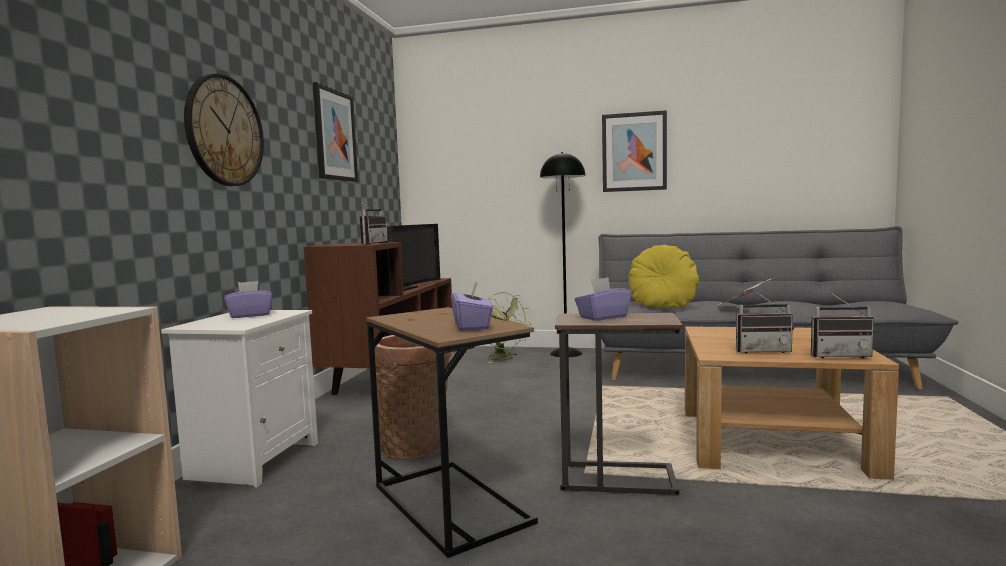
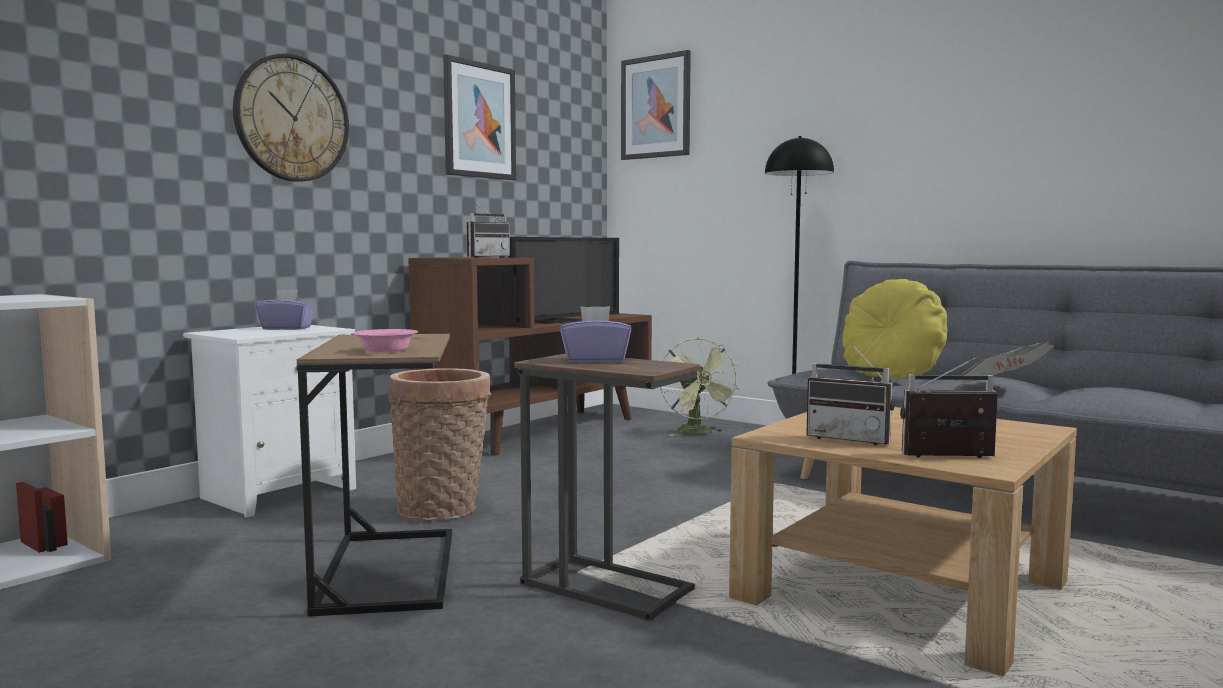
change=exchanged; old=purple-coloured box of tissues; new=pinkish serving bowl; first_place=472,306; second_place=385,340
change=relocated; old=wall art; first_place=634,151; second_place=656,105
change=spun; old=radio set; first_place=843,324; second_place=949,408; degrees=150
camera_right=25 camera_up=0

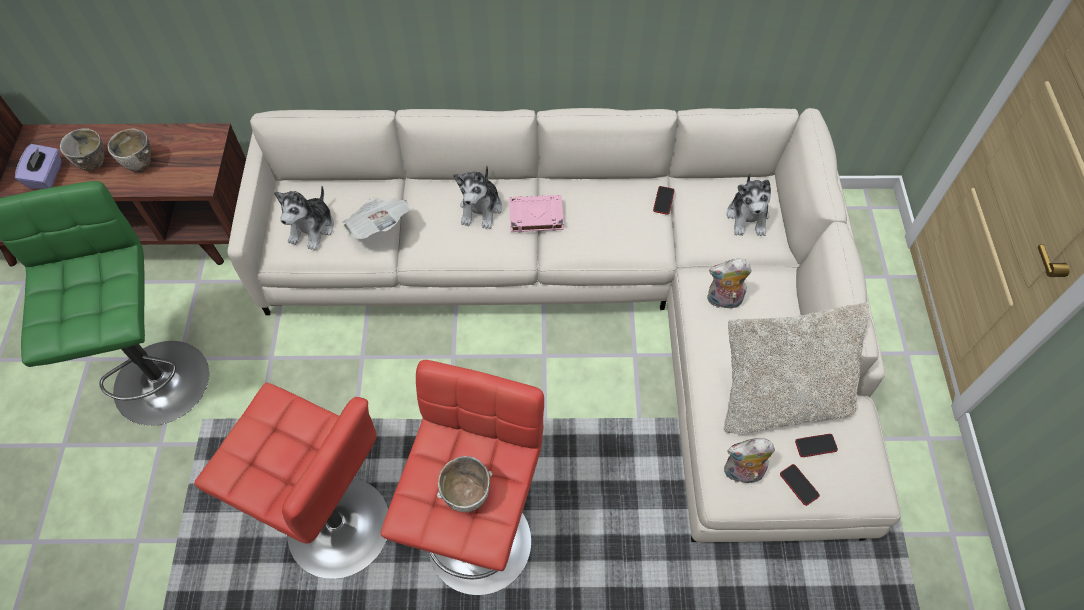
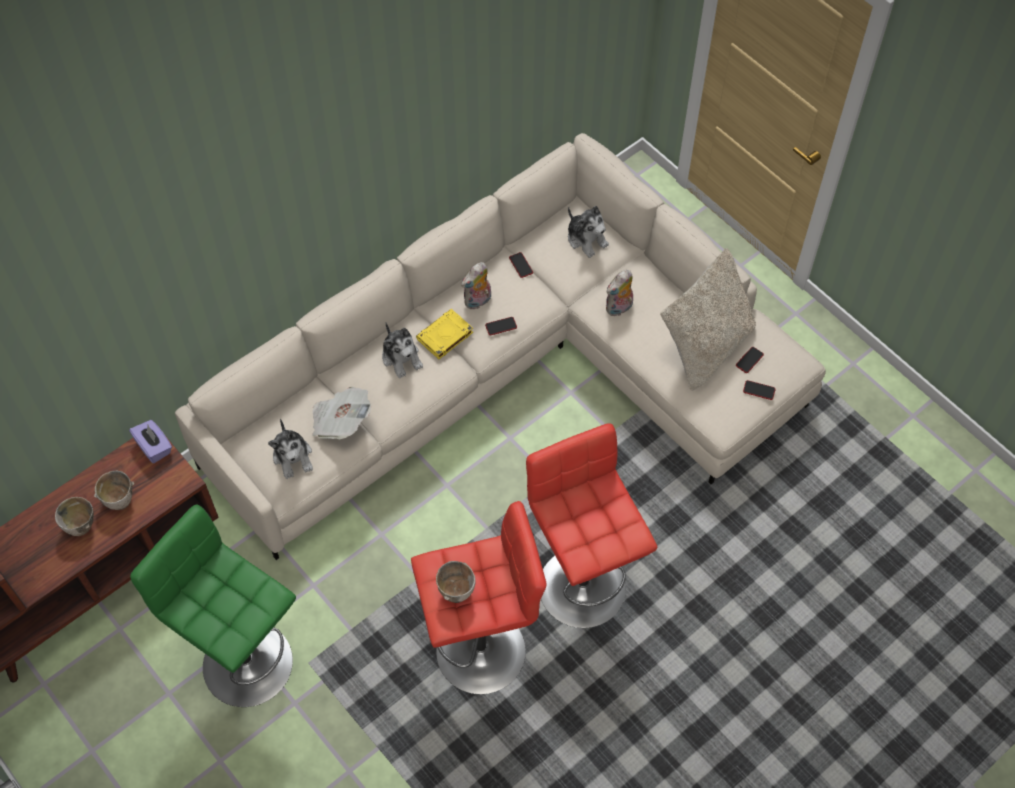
change=relocated; old=purple-coloured box of tissues; first_place=38,166; second_place=150,441
change=colour; old=pinkish book; new=yellow-coloured book; first_place=536,213; second_place=444,334
change=relocated; old=serving bowl; first_place=464,484; second_place=456,582
change=relocated; old=cuddly toy; first_place=749,460; second_place=476,285
change=appeared; new=handset; second_place=501,326
camera_right=-40 camera_up=0

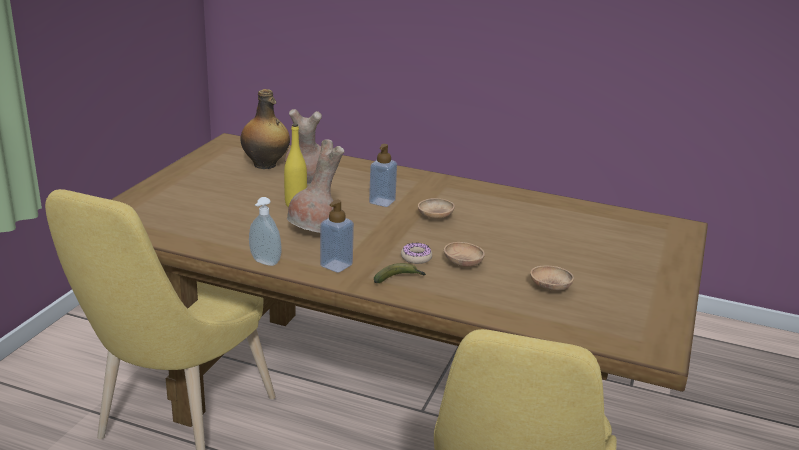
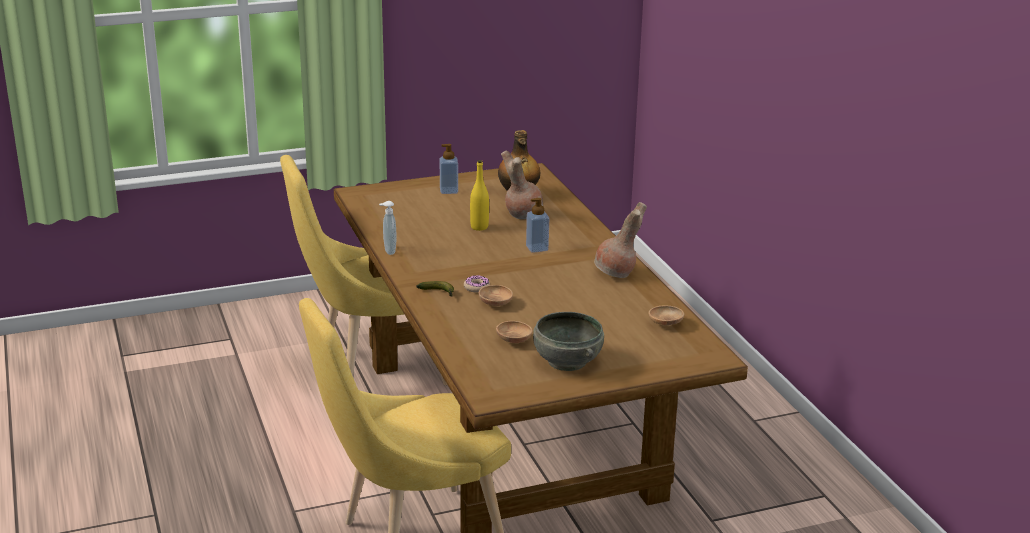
change=relocated; old=soap dispenser; first_place=337,236; second_place=449,169
change=appeared; new=gray serving bowl; second_place=568,341
change=relocated; old=brown decorative vase; first_place=315,186; second_place=620,240
change=relocated; old=brown serving bowl; first_place=436,209; second_place=666,316
camera_right=50 camera_up=0

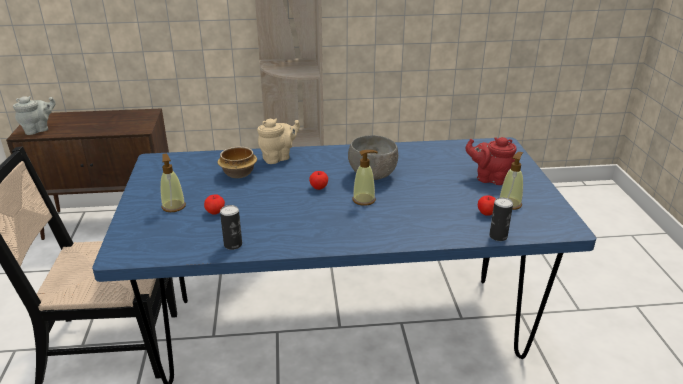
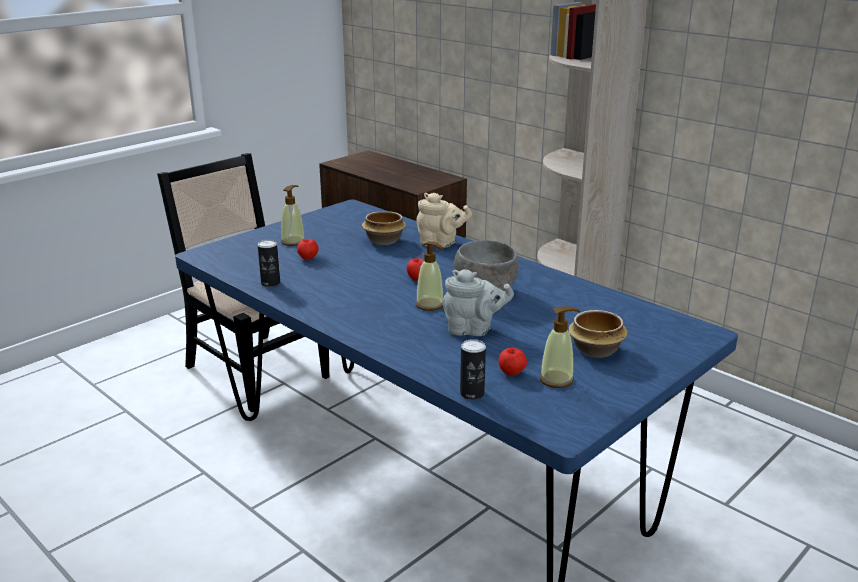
change=relocated; old=gray tea pot; first_place=34,115; second_place=478,302
change=exchanged; old=reddish tea pot; new=serving bowl; first_place=491,161; second_place=598,334
camera_right=50 camera_up=-5

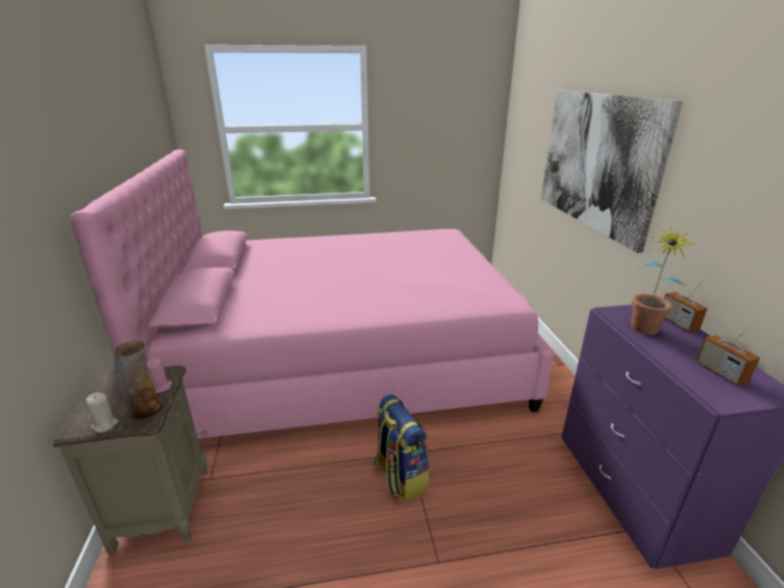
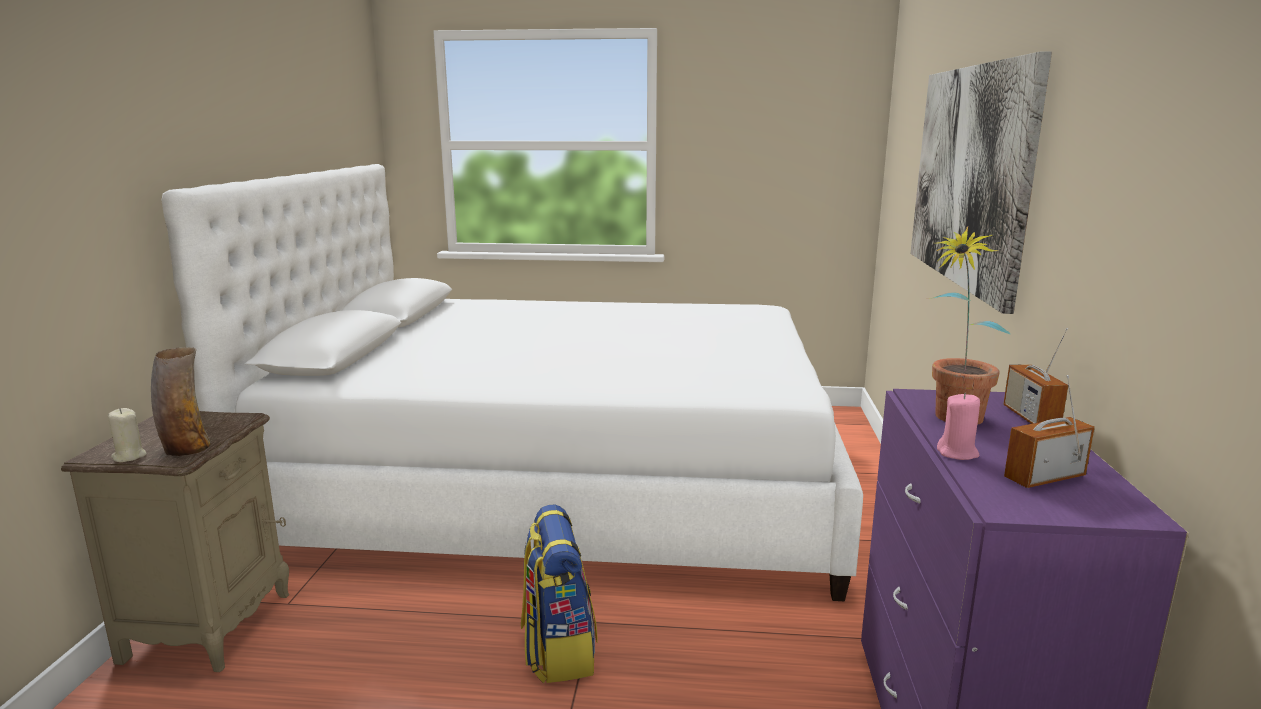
change=colour; old=pinkish sleeping bed; new=white sleeping bed; first_place=312,294; second_place=512,382
change=relocated; old=pinkish wax light; first_place=159,375; second_place=958,426
change=spun; old=radio set; first_place=728,352; second_place=1049,431; degrees=75
camera_right=15 camera_up=-10

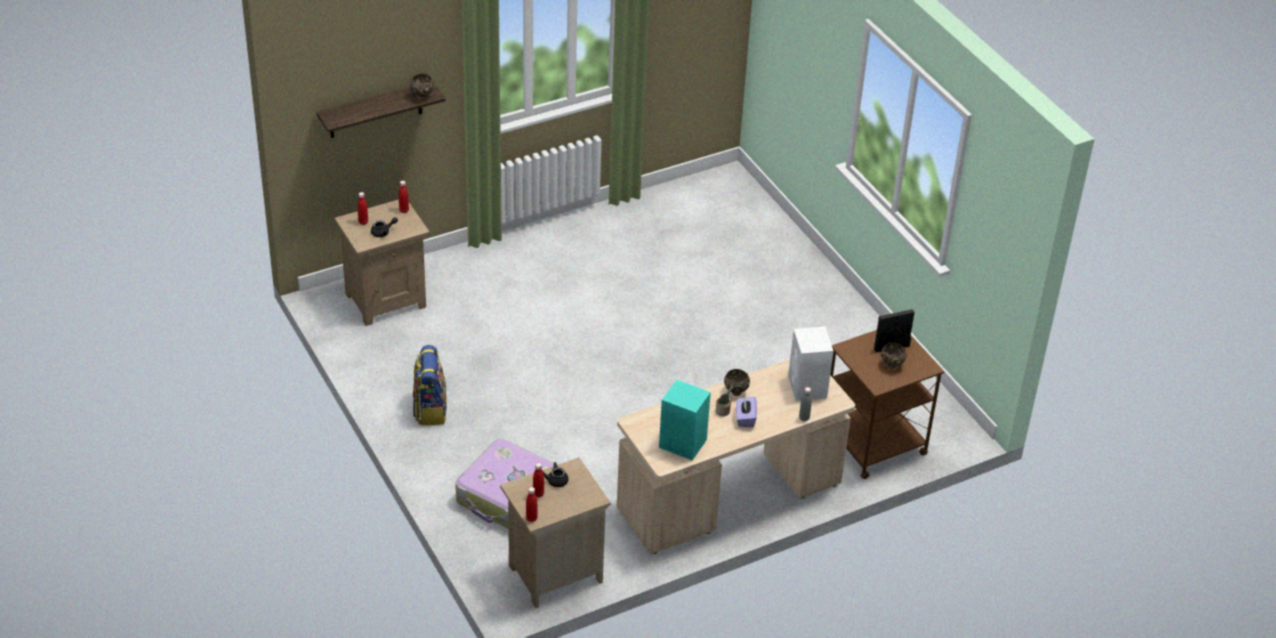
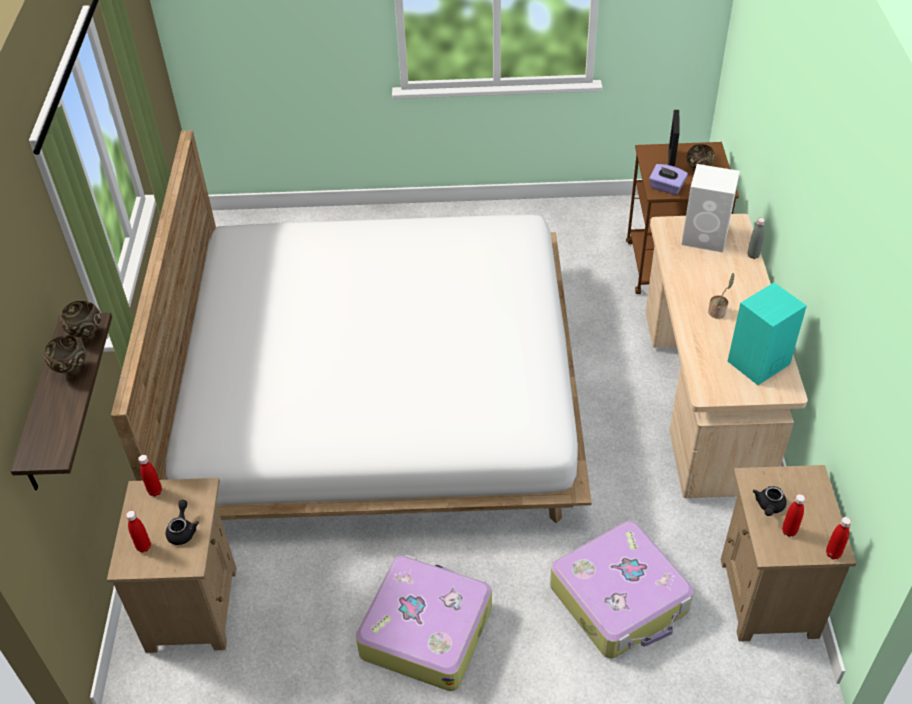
change=relocated; old=brown serving bowl; first_place=737,382; second_place=65,355
change=appeared; new=white sleeping bed; second_place=351,326
change=exchanged; old=backpack; new=piece of luggage; first_place=430,385; second_place=424,623
change=relocated; old=purple-coloured box of tissues; first_place=746,411; second_place=668,179
camera_right=-60 camera_up=5

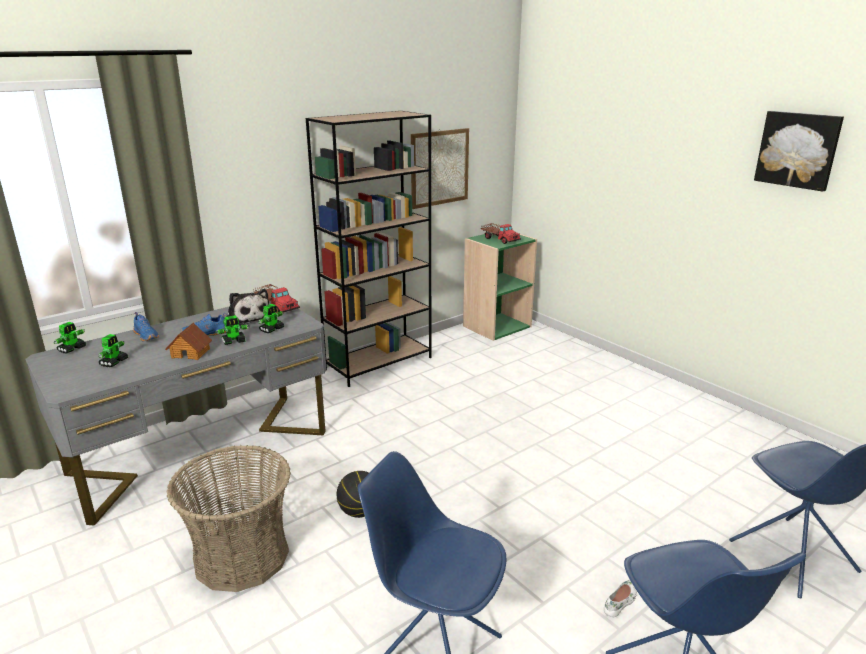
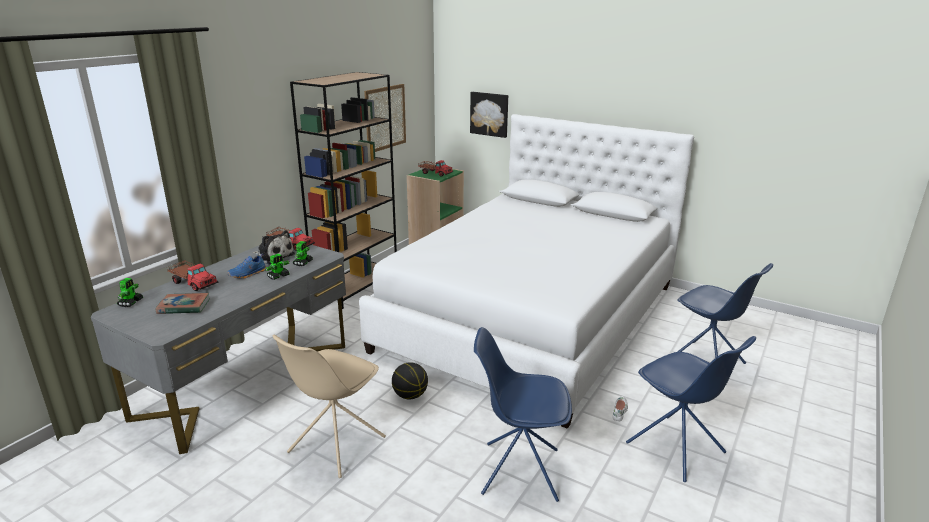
change=exchanged; old=robot figure; new=book; first_place=113,350; second_place=183,303
change=exchanged; old=blue-coloured low shoe; new=model truck; first_place=146,327; second_place=193,275
change=exchanged; old=household basket; new=sand-coloured upright chair; first_place=228,518; second_place=329,406
change=appeared; new=white sleeping bed; second_place=526,271
change=relocated; old=wall art; first_place=799,151; second_place=489,115
change=missing; old=model house; first_place=188,341
camera_right=-20 camera_up=0

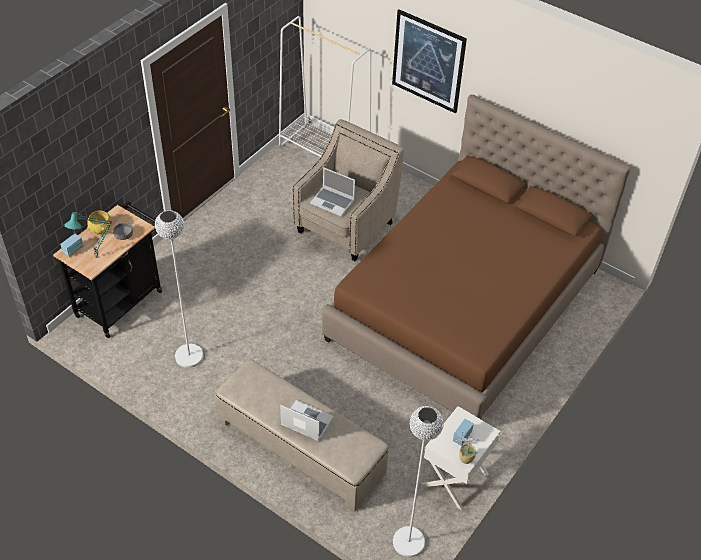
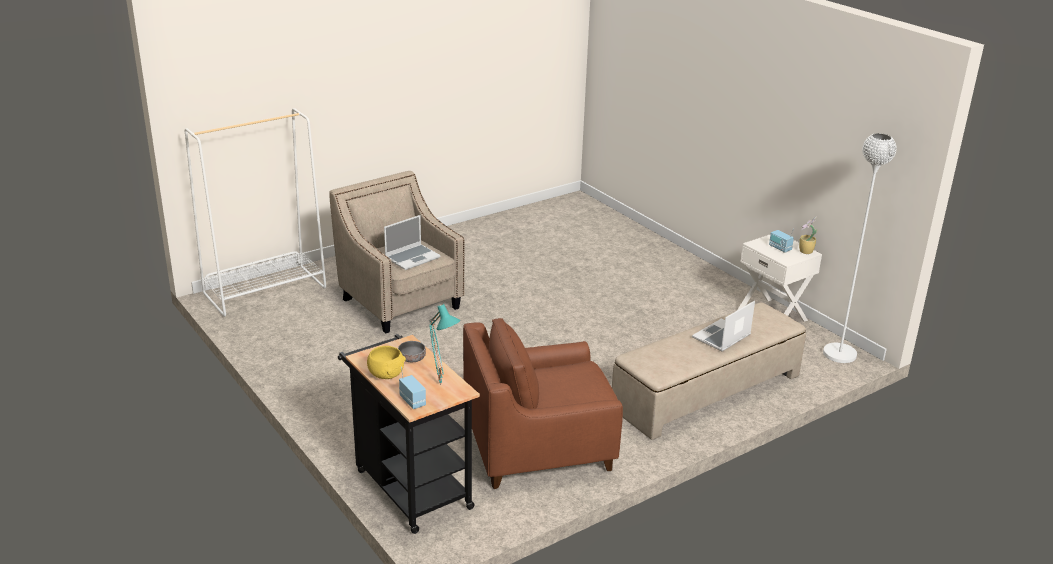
change=exchanged; old=white standing lamp; new=brown lounge chair; first_place=179,289; second_place=543,403
change=missing; old=brown sleeping bed; first_place=476,257
change=missing; old=wall art; first_place=429,61
camera_right=-70 camera_up=-20

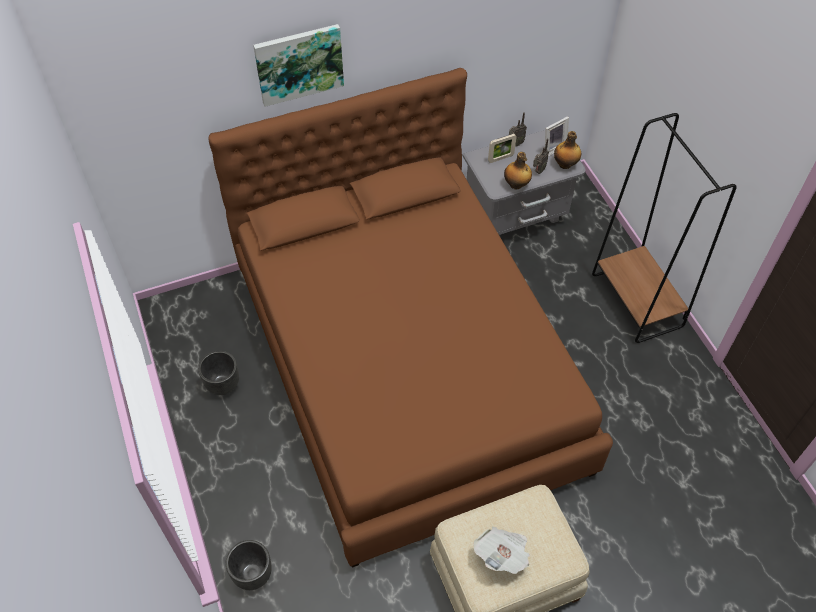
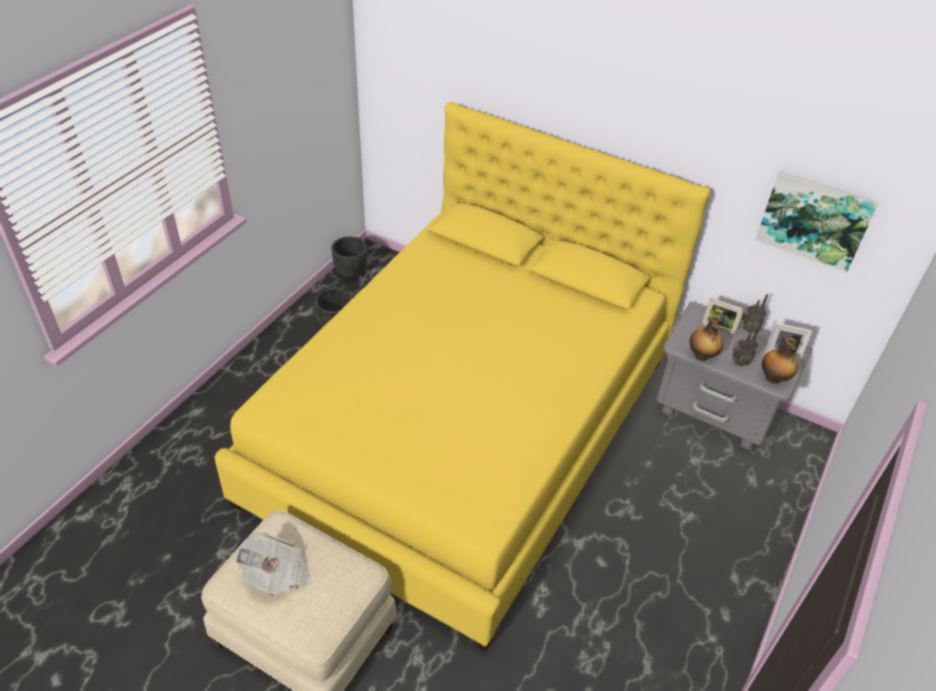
change=colour; old=brown sleeping bed; new=yellow-coloured sleeping bed; first_place=410,317; second_place=462,376
change=relocated; old=black-coloured flower pot; first_place=249,565; second_place=349,257
change=relocated; old=wall art; first_place=298,65; second_place=817,221
change=missing; old=garment stand; first_place=664,228
camera_right=50 camera_up=-10

